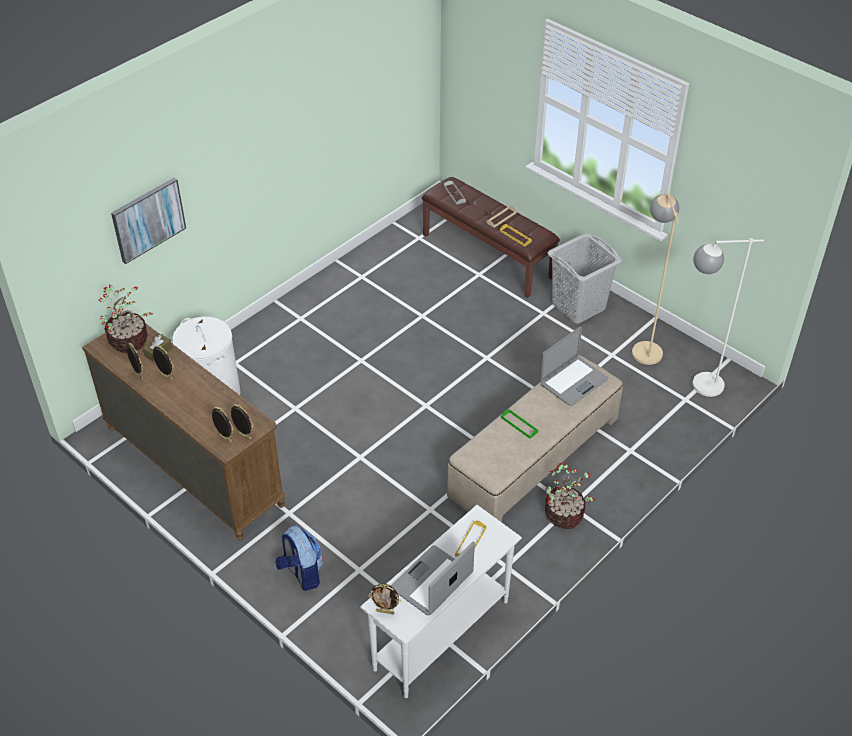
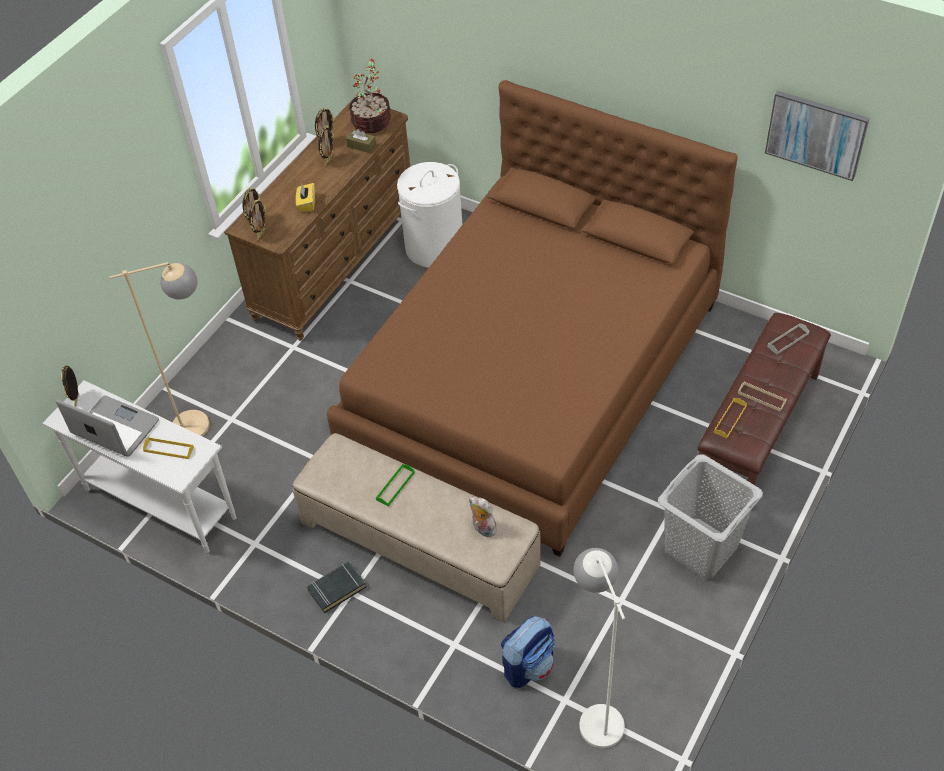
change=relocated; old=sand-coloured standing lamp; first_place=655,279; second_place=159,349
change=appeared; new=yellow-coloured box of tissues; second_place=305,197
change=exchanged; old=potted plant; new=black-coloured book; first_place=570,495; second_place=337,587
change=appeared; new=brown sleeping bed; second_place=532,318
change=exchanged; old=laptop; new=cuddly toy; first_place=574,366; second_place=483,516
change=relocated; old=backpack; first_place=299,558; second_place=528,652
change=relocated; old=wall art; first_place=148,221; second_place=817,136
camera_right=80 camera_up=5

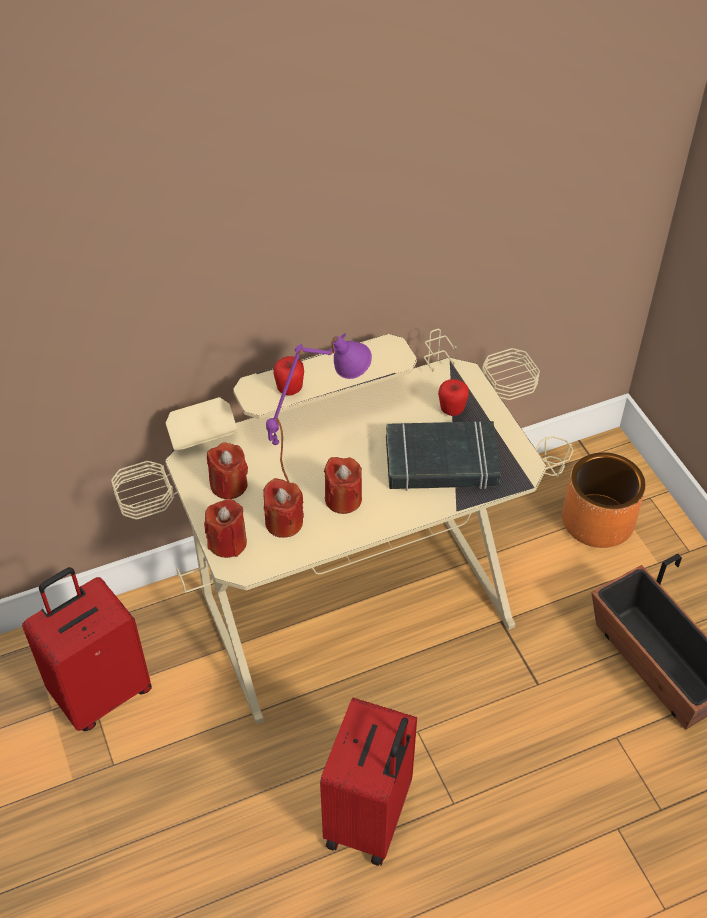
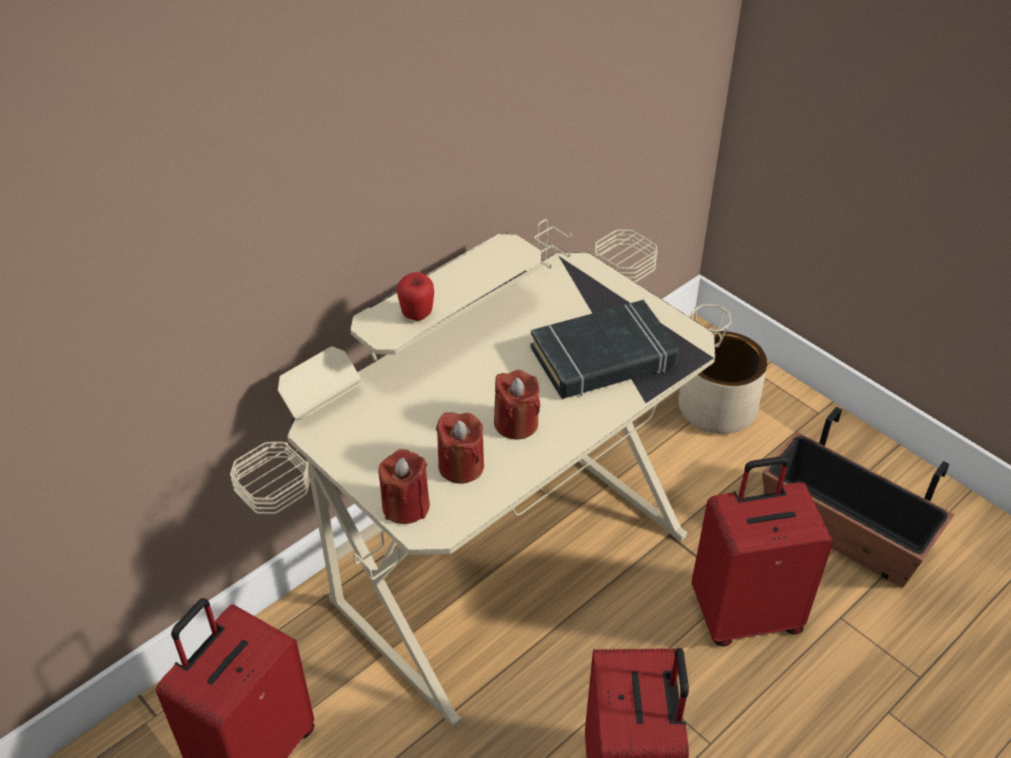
change=colour; old=orangey flower pot; new=sand-coloured flower pot; first_place=604,500; second_place=723,382
change=appeared; new=reddish piece of luggage; second_place=762,551
change=missing; old=reddish wax light; first_place=227,470
change=missing; old=purple-coloured tabletop lamp; first_place=319,408
change=missing; old=whole apple; first_place=453,397
camera_right=-20 camera_up=-5

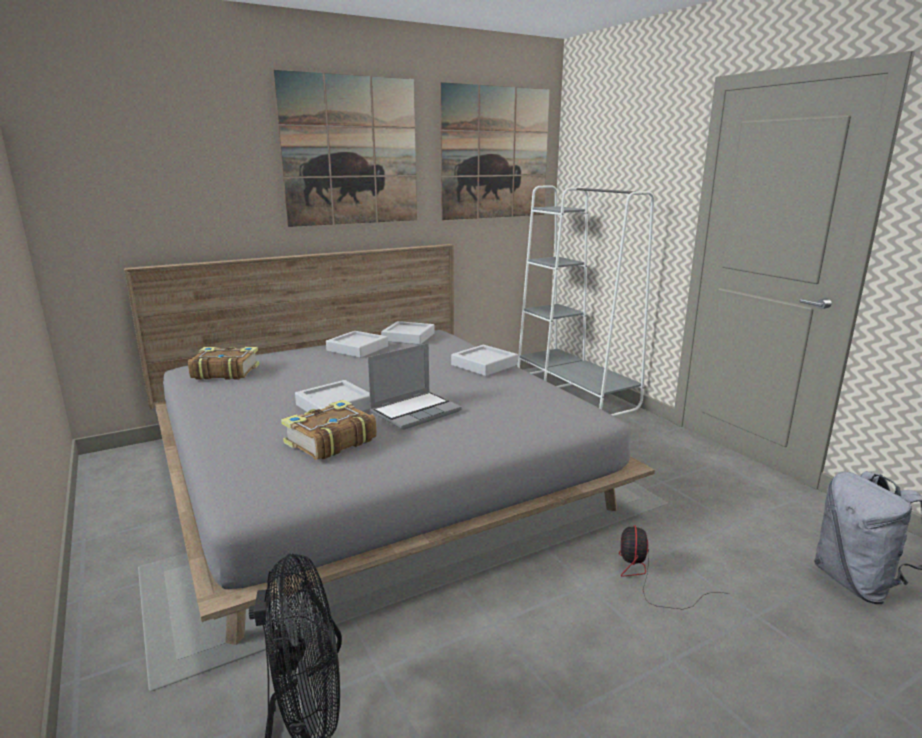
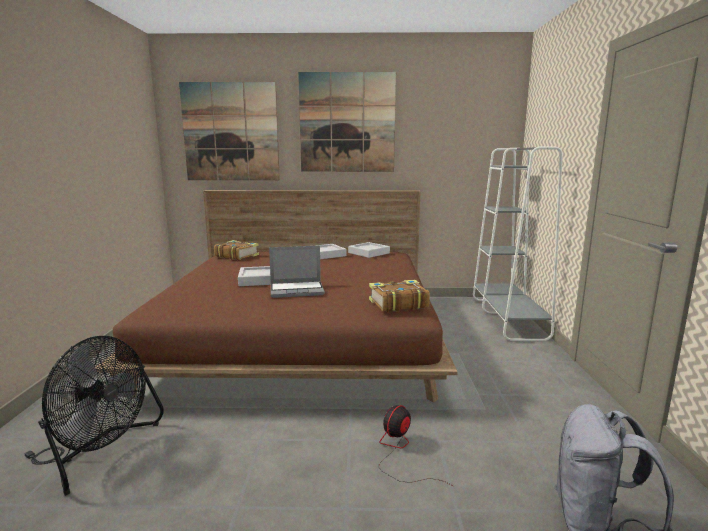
change=colour; old=gray sleeping bed; new=brown sleeping bed; first_place=389,444; second_place=276,296
change=relocated; old=wall art; first_place=495,151; second_place=229,131
change=relocated; old=book; first_place=329,430; second_place=399,296
change=missing; old=gray tray; first_place=484,360
camera_right=30 camera_up=-5

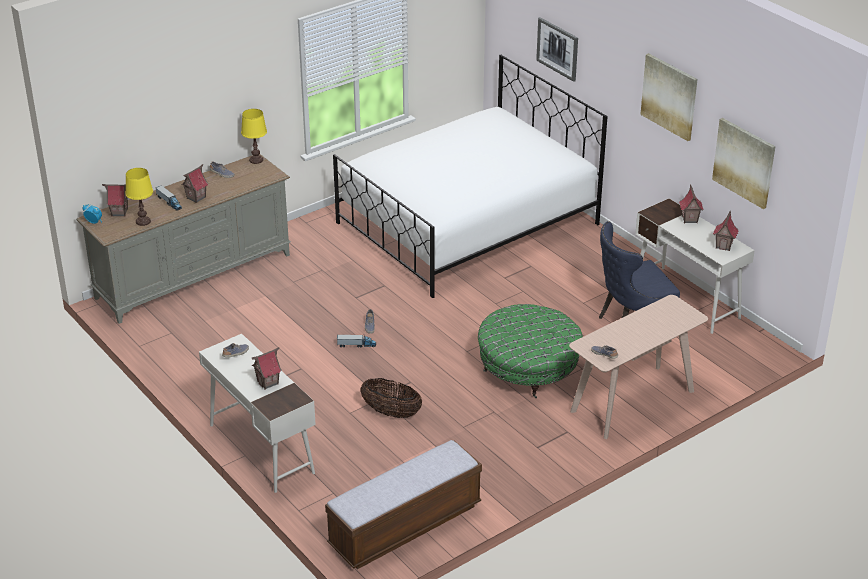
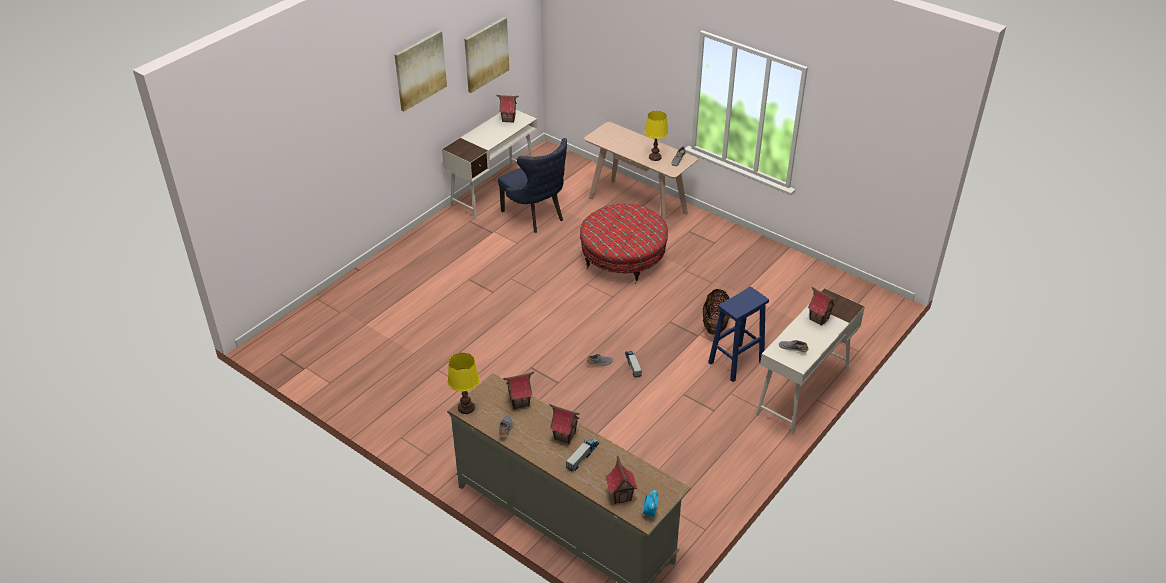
change=relocated; old=model house; first_place=691,203; second_place=518,391
change=colour; old=green footrest; new=reddish footrest; first_place=530,351; second_place=624,243
change=relocated; old=yellow-coloured tabletop lamp; first_place=139,197; second_place=656,136
change=appeared; new=blue-coloured stool; second_place=738,334
change=missing; old=indoor bench; first_place=403,504
change=missing; old=white sleeping bed; first_place=470,176
change=missing; old=wall art; first_place=557,49
camera_right=-105 camera_up=5

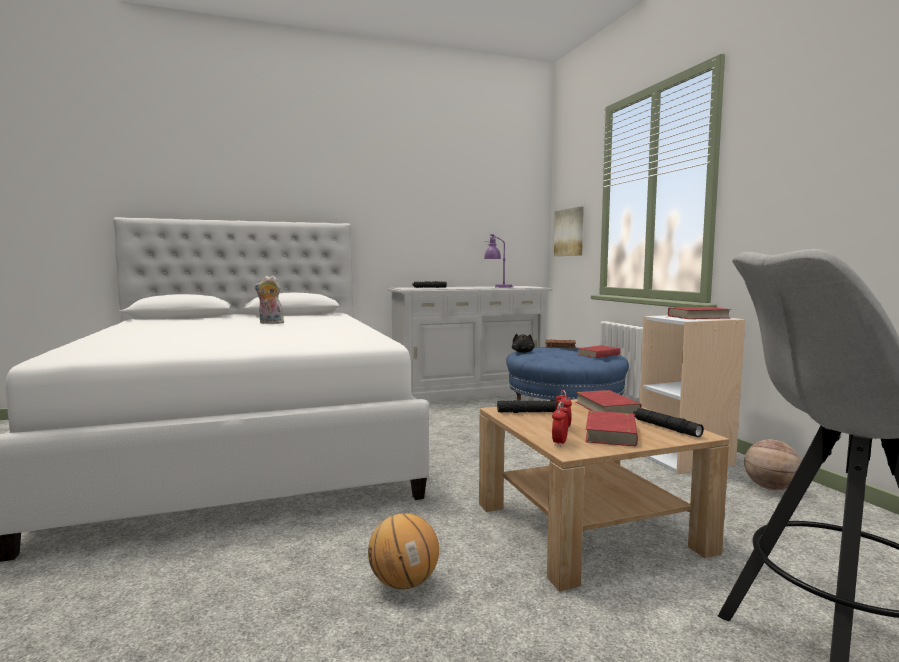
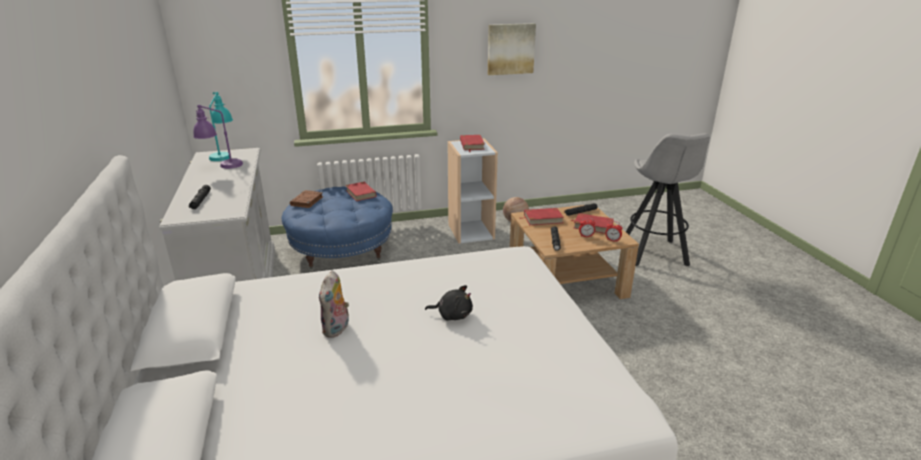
change=appeared; new=turquoise-coloured tabletop lamp; second_place=221,126
change=relocated; old=black-coloured cuddly toy; first_place=523,343; second_place=449,303
change=relocated; old=wall art; first_place=569,231; second_place=512,49
change=missing; old=basketball ball; first_place=403,551
camera_right=-85 camera_up=20

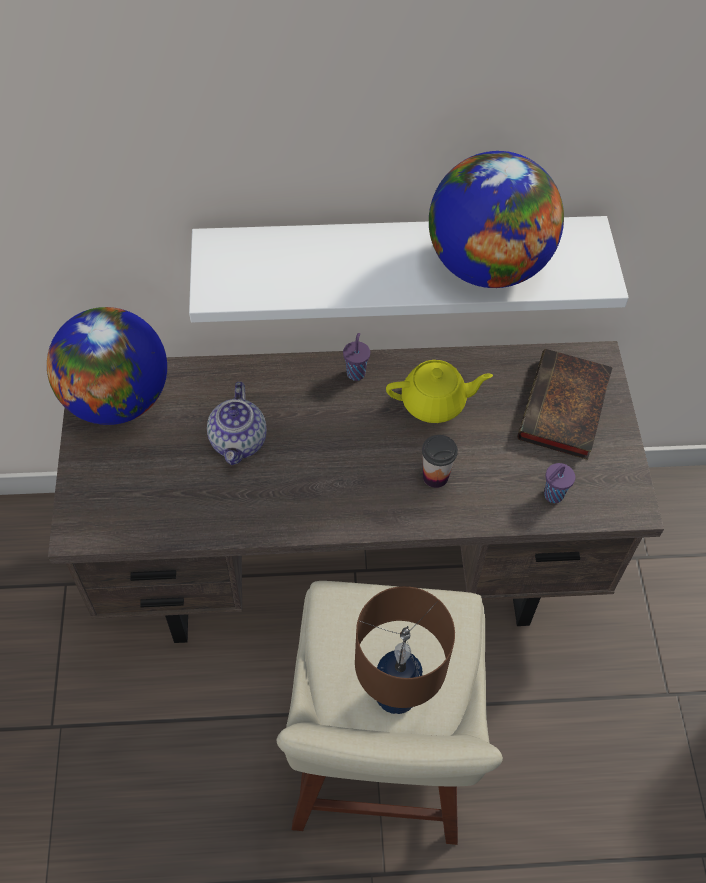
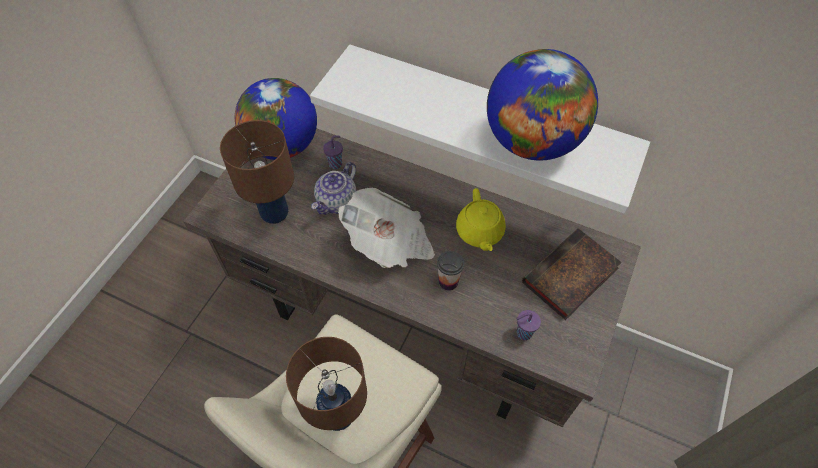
change=appeared; new=brown tabletop lamp; second_place=257,172
change=relocated; old=purple-coloured drinking cup; first_place=356,357; second_place=333,152
change=appeared; new=printed paper; second_place=386,228
change=spun; old=yellow-coloured tea pot; first_place=439,391; second_place=481,219; degrees=60
camera_right=30 camera_up=0

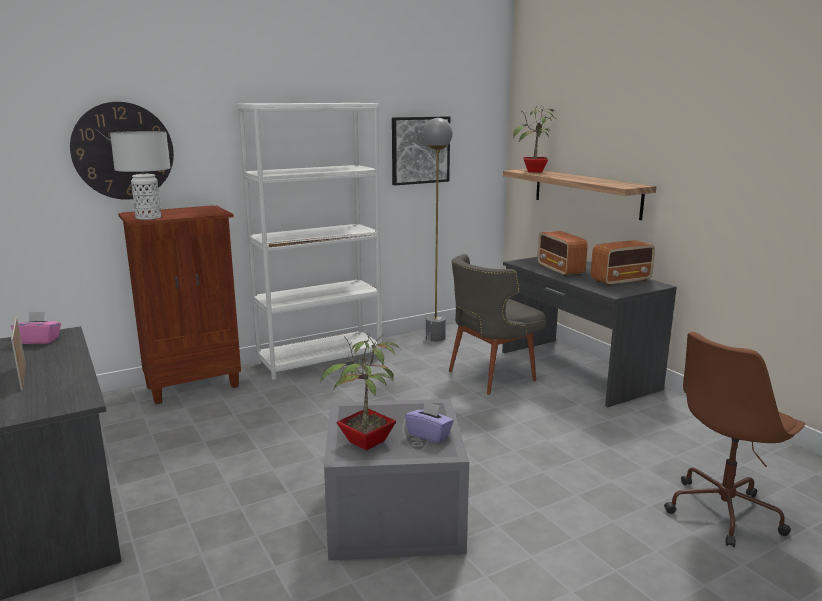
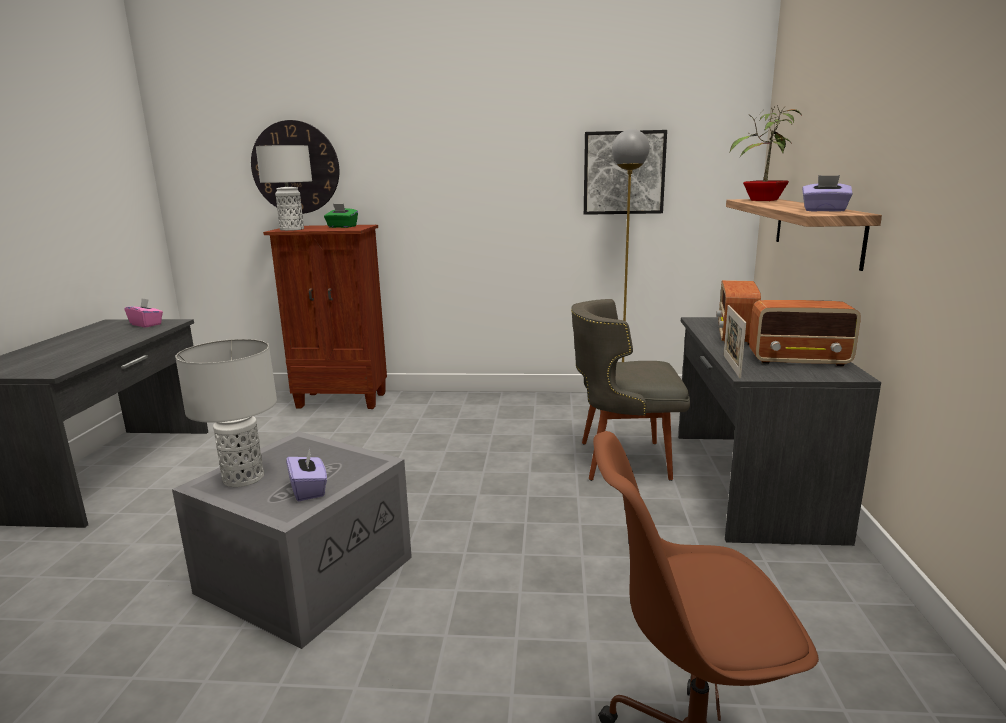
change=exchanged; old=potted plant; new=white tabletop lamp; first_place=360,392; second_place=226,413
change=appeared; new=green box of tissues; second_place=341,216
change=relocated; old=standing frame; first_place=18,353; second_place=735,342
change=appeared; new=purple-coloured box of tissues; second_place=827,193
change=missing; old=white shelving unit; first_place=309,241
camera_right=35 camera_up=0

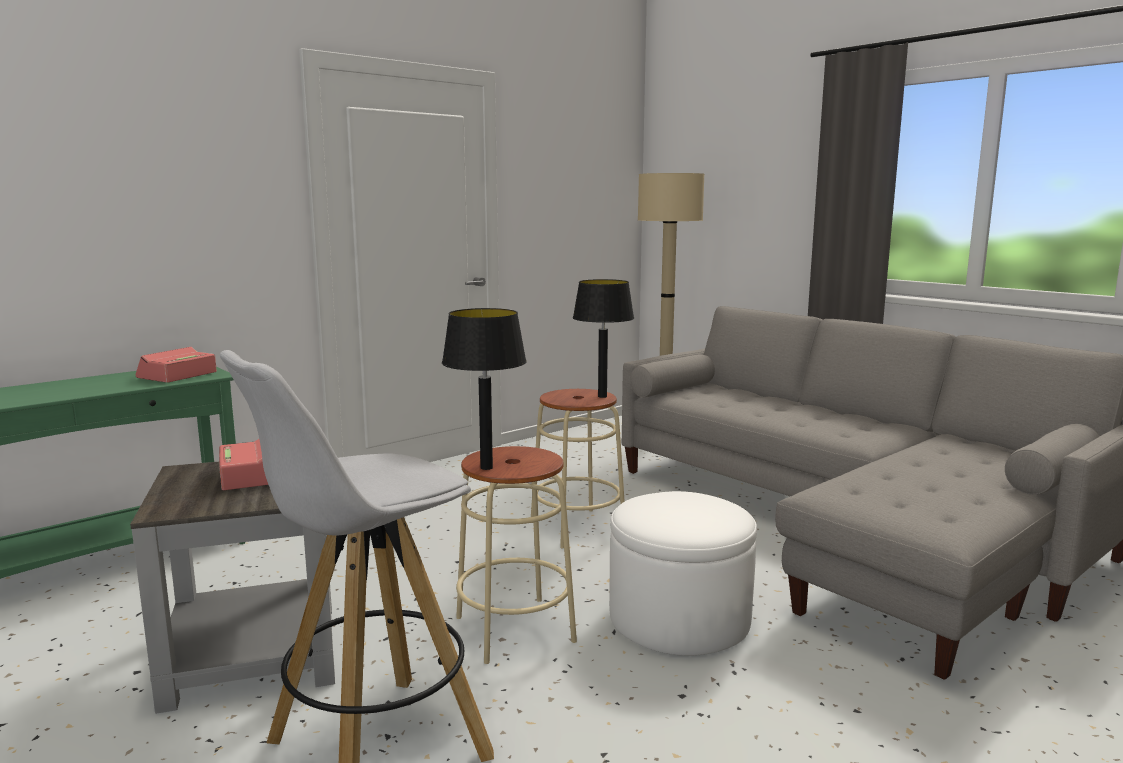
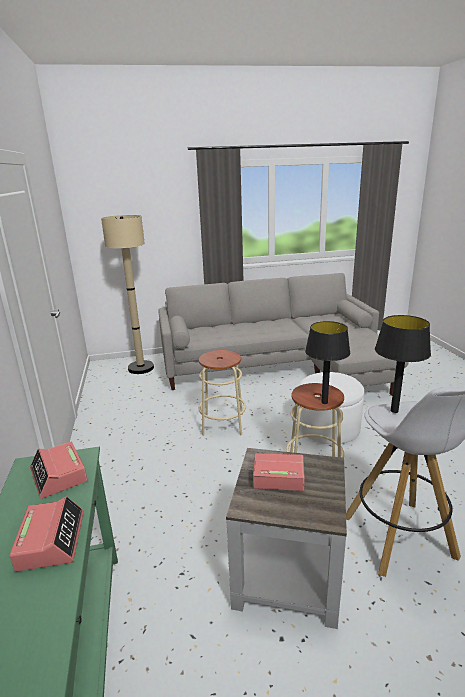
change=appeared; new=alarm clock; second_place=46,534
change=relocated; old=black-coloured tabletop lamp; first_place=603,338; second_place=403,364
camera_right=-60 camera_up=10

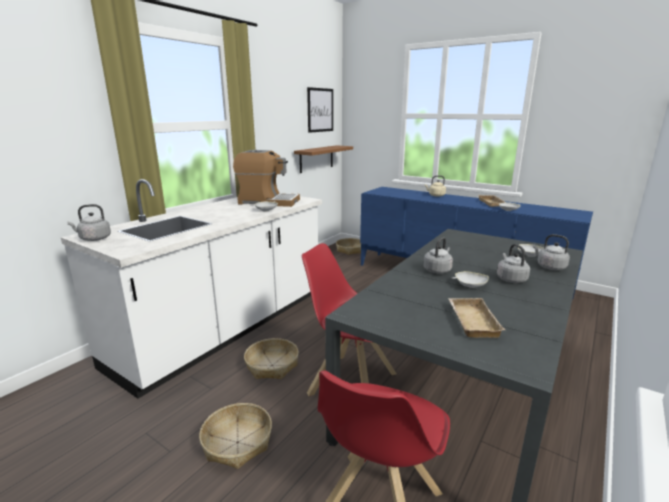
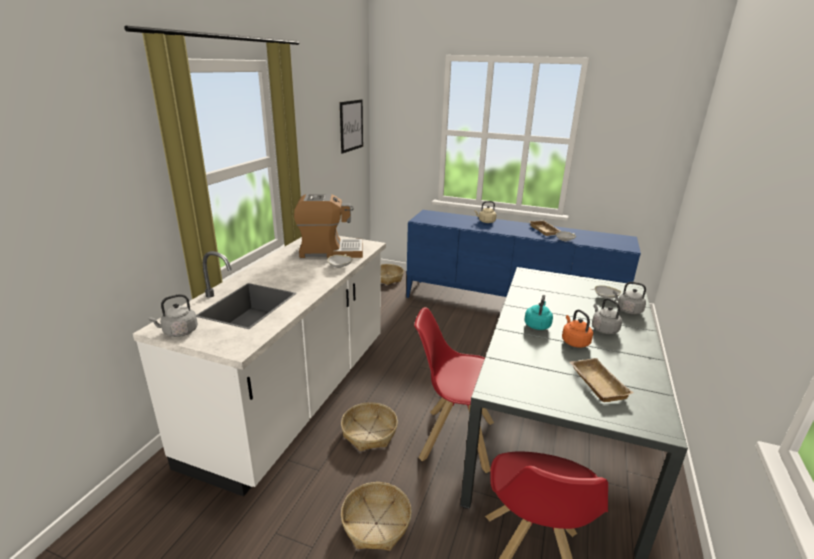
change=colour; old=gray water kettle; new=turquoise-coloured water kettle; first_place=438,255; second_place=539,312
change=exchanged; old=white serving bowl; new=orangey water kettle; first_place=470,279; second_place=577,328
change=missing; old=brown wall shelf; first_place=323,159
camera_right=-15 camera_up=5

